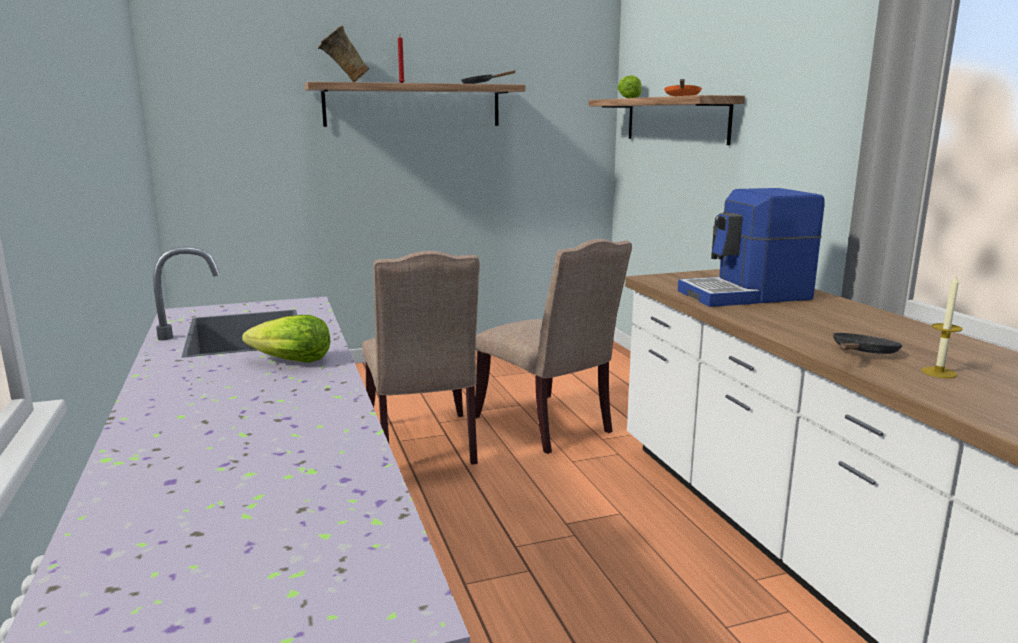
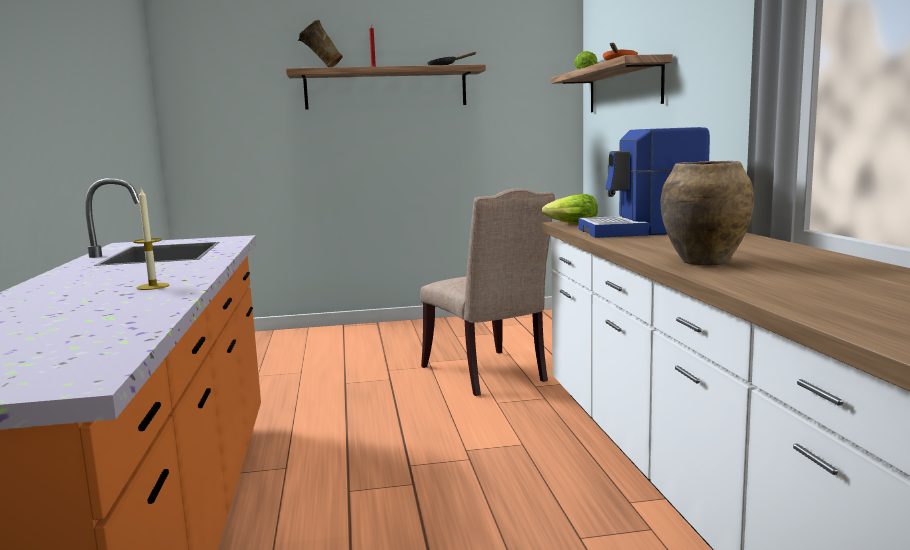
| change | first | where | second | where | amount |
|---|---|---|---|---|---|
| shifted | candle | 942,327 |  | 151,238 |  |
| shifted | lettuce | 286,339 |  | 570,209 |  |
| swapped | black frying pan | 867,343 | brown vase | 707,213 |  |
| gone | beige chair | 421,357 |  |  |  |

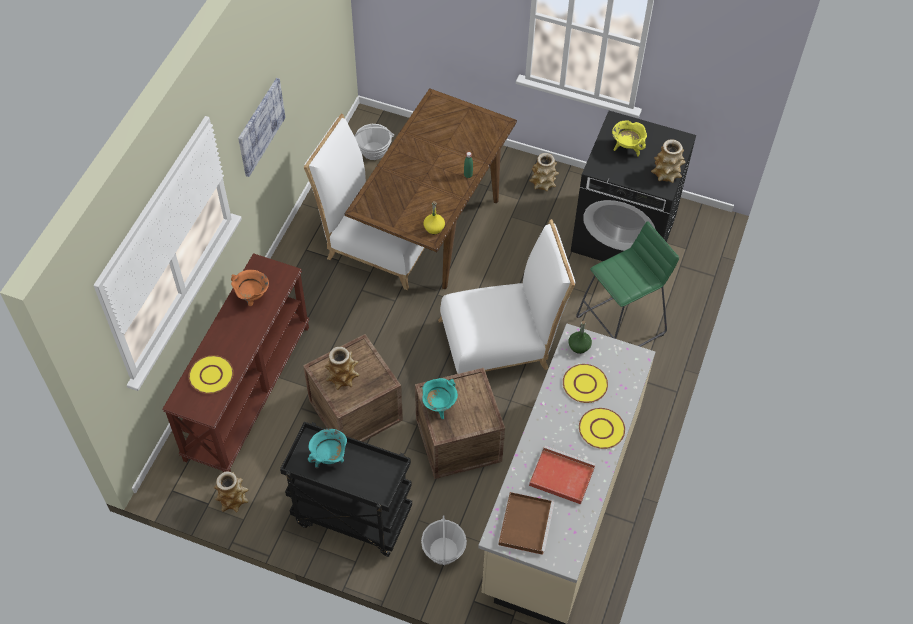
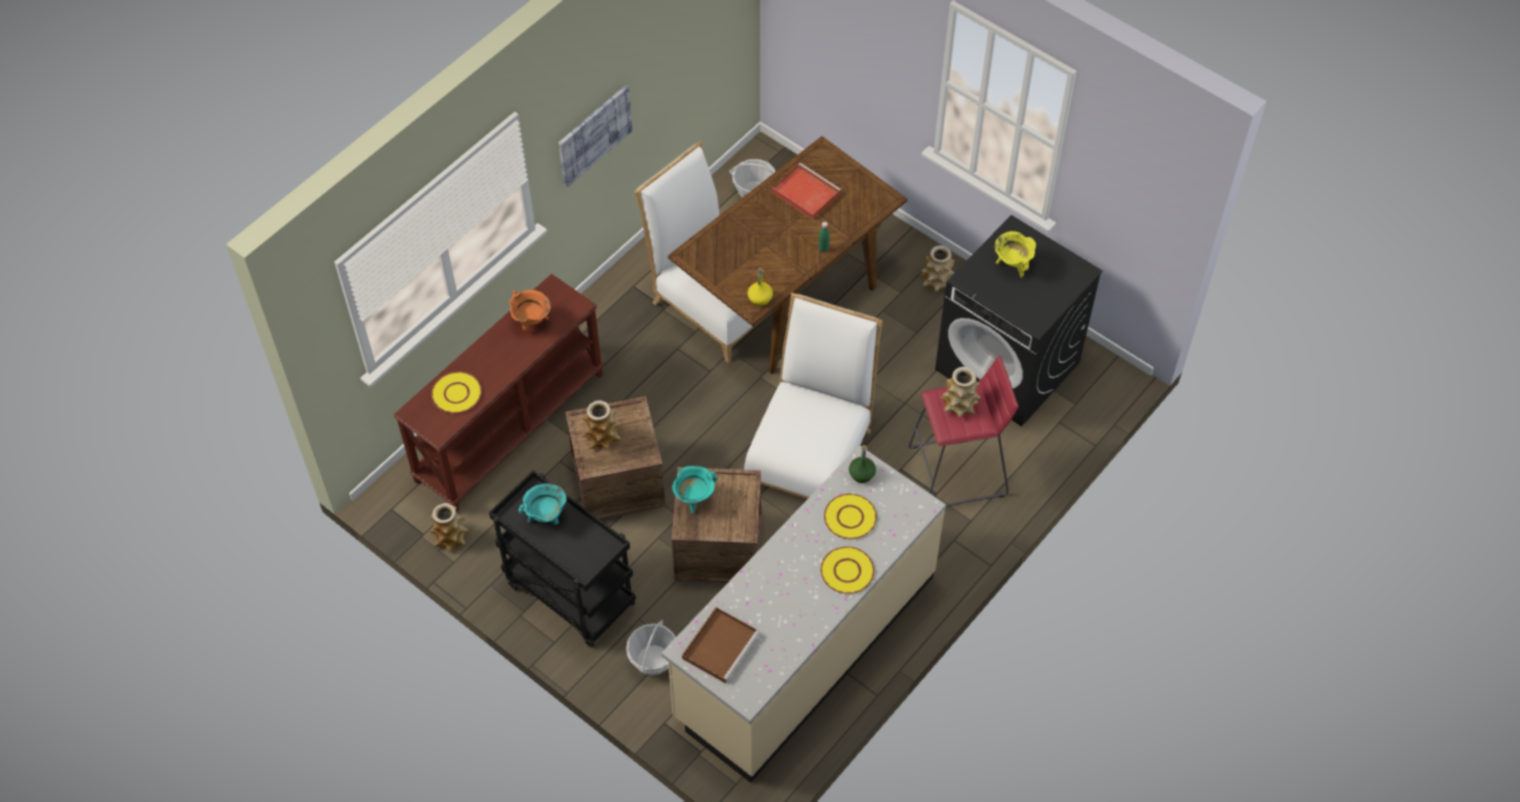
| change | first | where | second | where | amount |
|---|---|---|---|---|---|
| rotated | white chair | 506,296 |  | 813,396 | 75 degrees counterclockwise |
| shifted | red tray | 562,475 |  | 806,191 |  |
| repainted | green stool | 627,284 | red stool | 963,431 |  |
| shifted | vase | 668,161 |  | 961,392 |  |

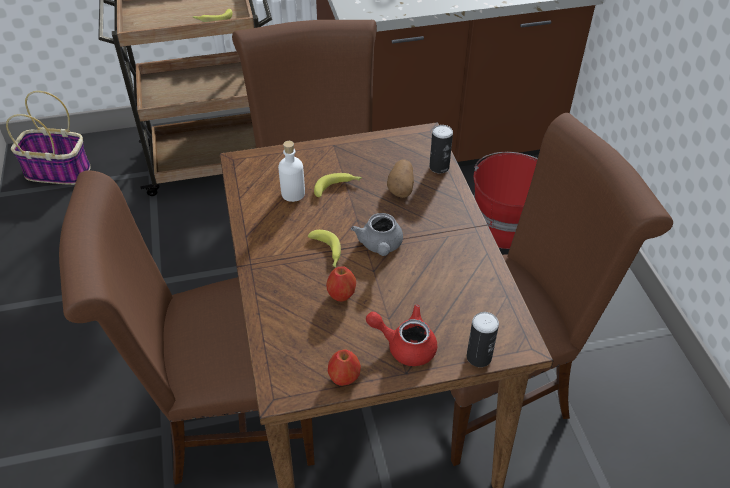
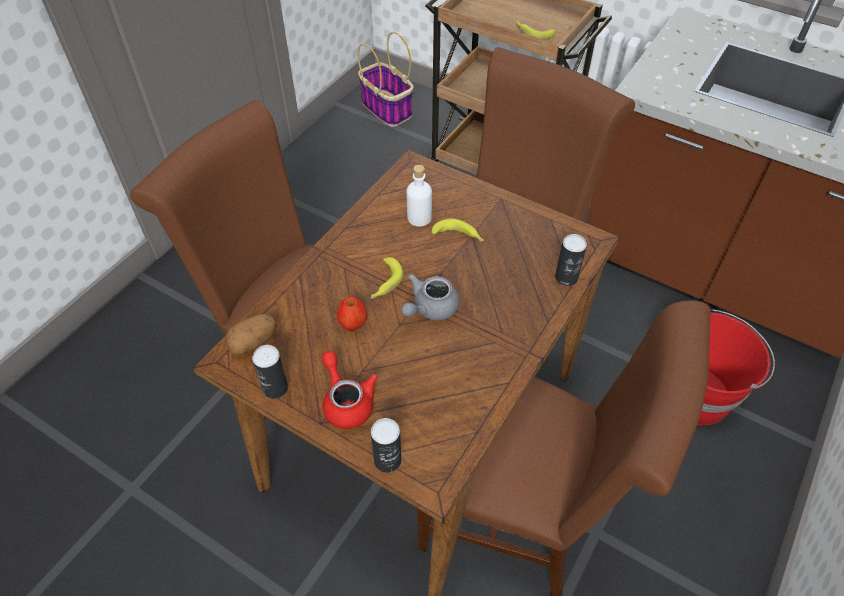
| change | first | where | second | where | amount |
|---|---|---|---|---|---|
| shifted | potato | 400,178 |  | 251,334 |  |
| swapped | apple | 344,367 | can | 270,372 |  |

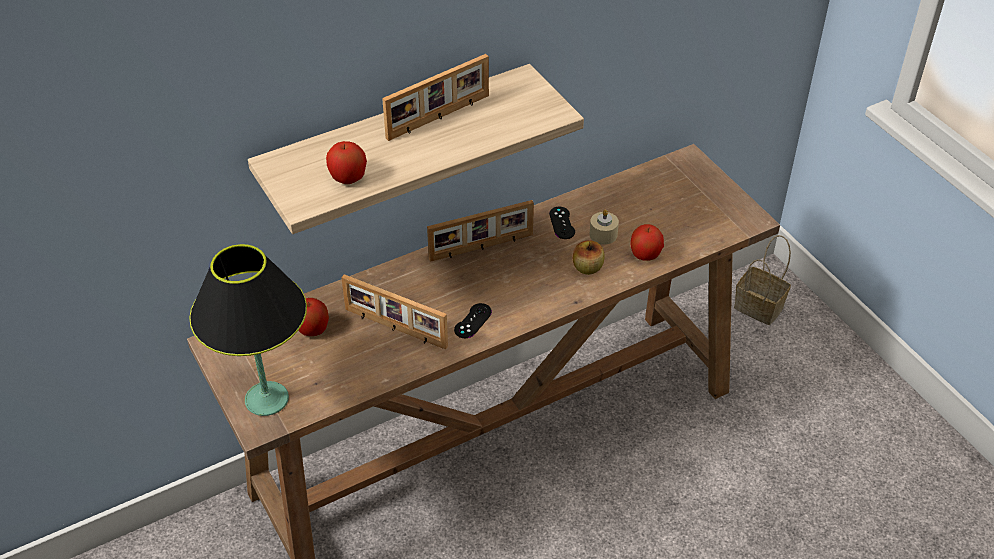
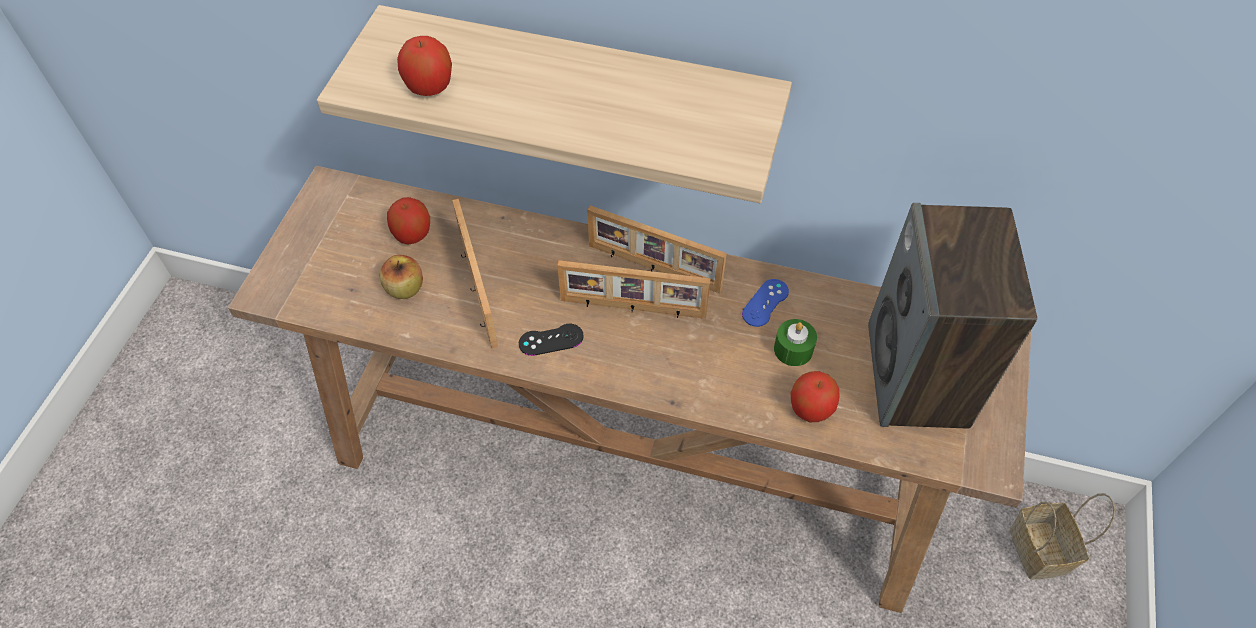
| change | first | where | second | where | amount |
|---|---|---|---|---|---|
| shifted | apple | 589,257 |  | 401,277 |  |
| shifted | picture frame | 435,97 |  | 634,289 |  |
| repainted | black game controller | 562,223 | blue game controller | 765,303 |  |
| repainted | beige candle | 604,227 | green candle | 795,342 |  |
| new |  |  | speaker | 952,315 |  |
| gone | black table lamp | 248,330 |  |  |  |

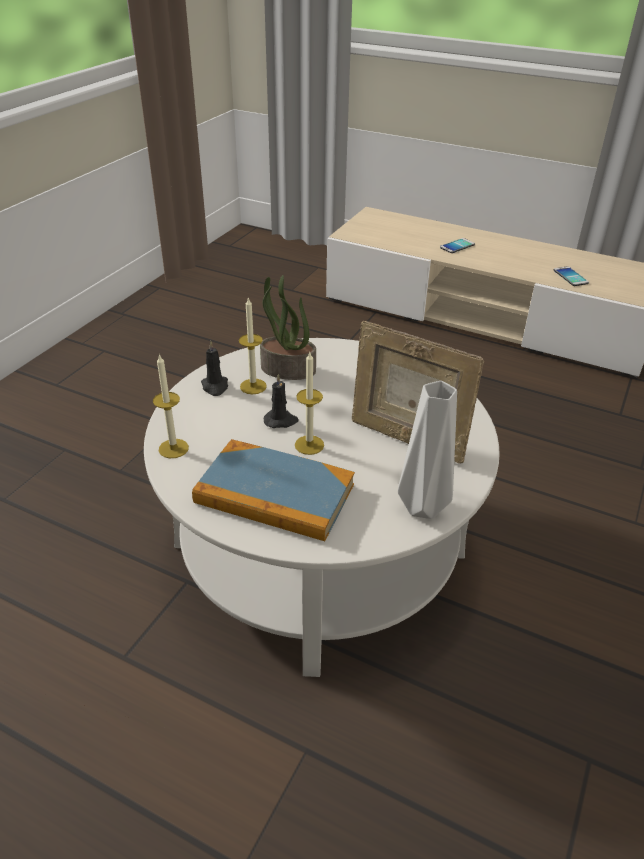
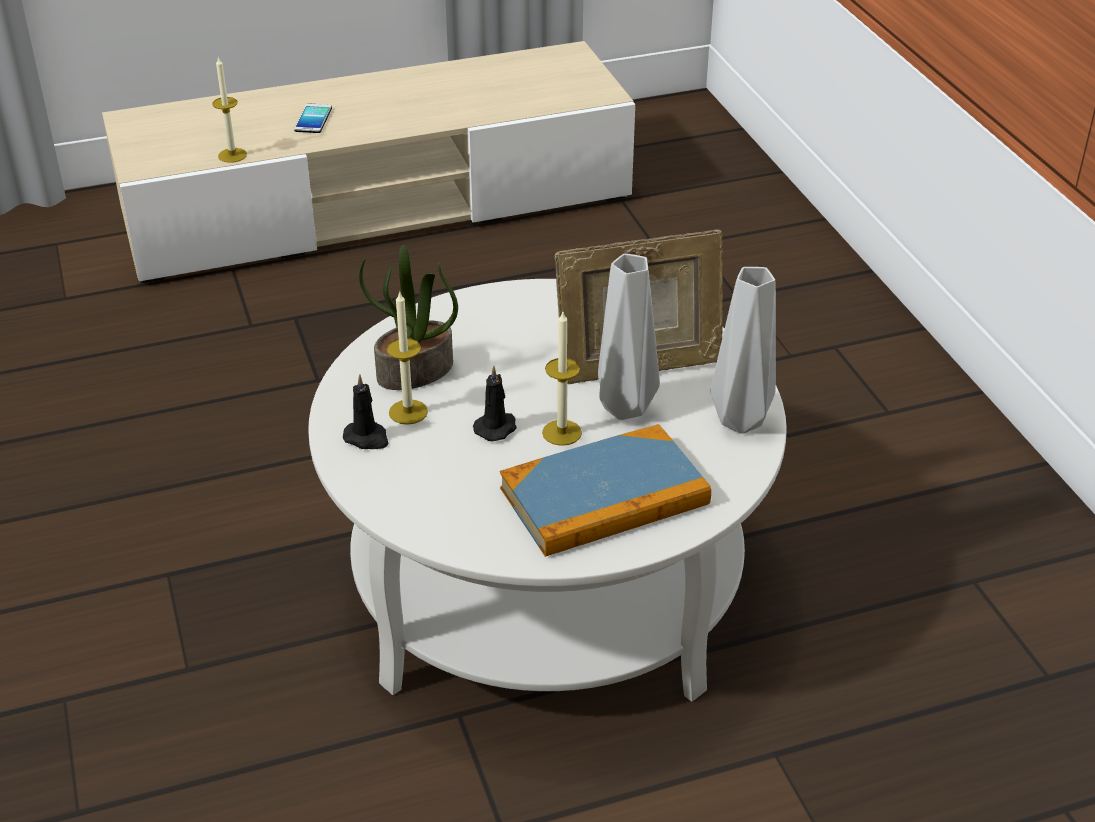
| change | first | where | second | where | amount |
|---|---|---|---|---|---|
| shifted | candle | 171,406 |  | 229,110 |  |
| new |  |  | grey vase | 629,337 |  |
| gone | phone | 571,276 |  |  |  |

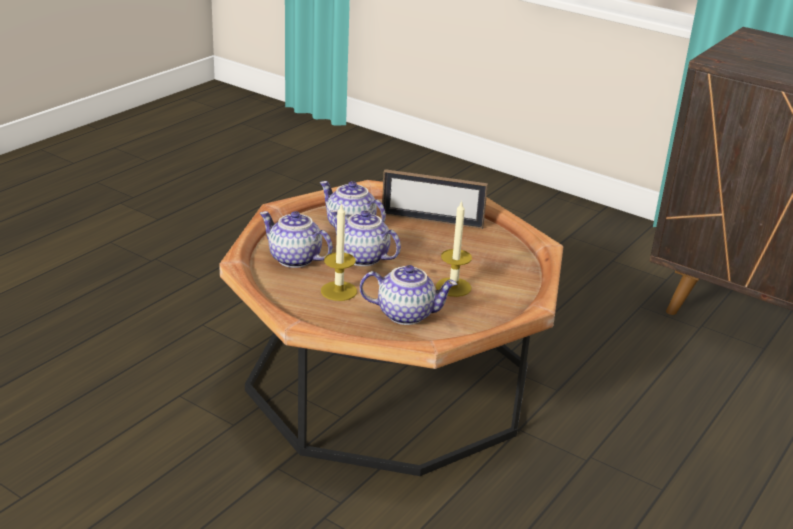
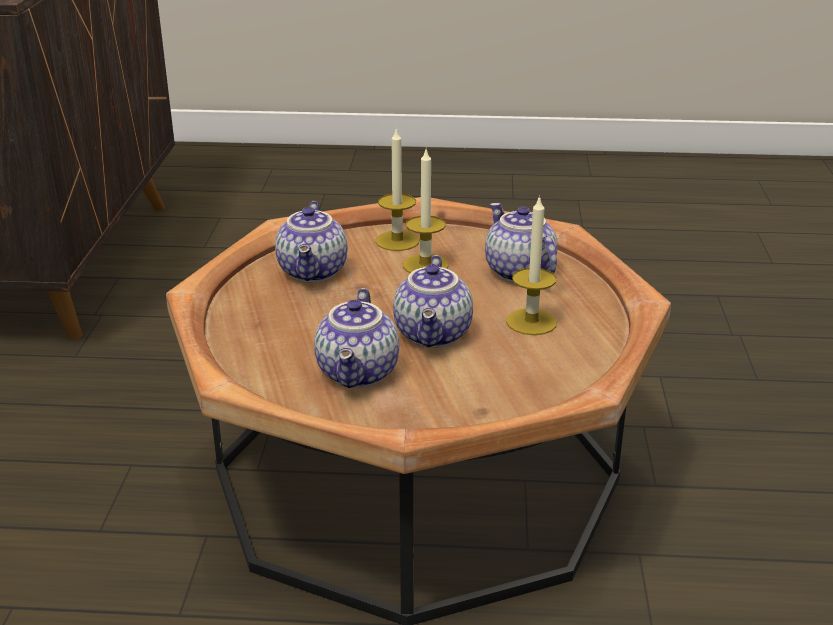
| change | first | where | second | where | amount |
|---|---|---|---|---|---|
| shifted | teapot | 296,239 |  | 311,241 |  |
| new |  |  | candle | 397,189 |  |
| gone | picture frame | 435,199 |  |  |  |

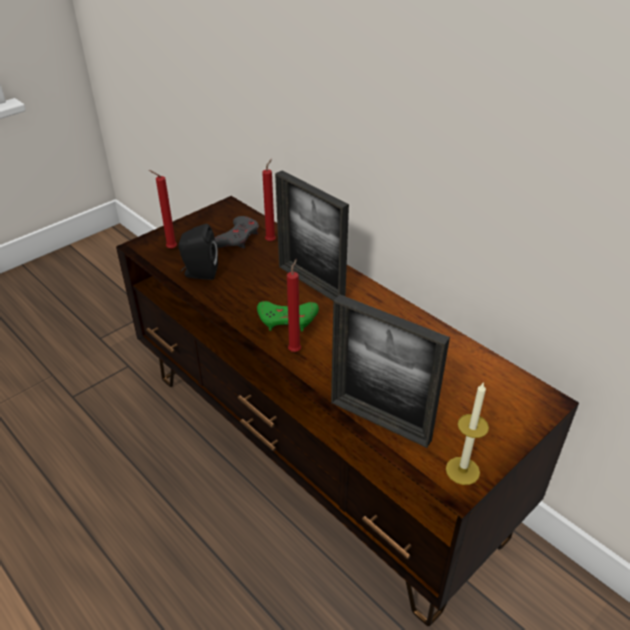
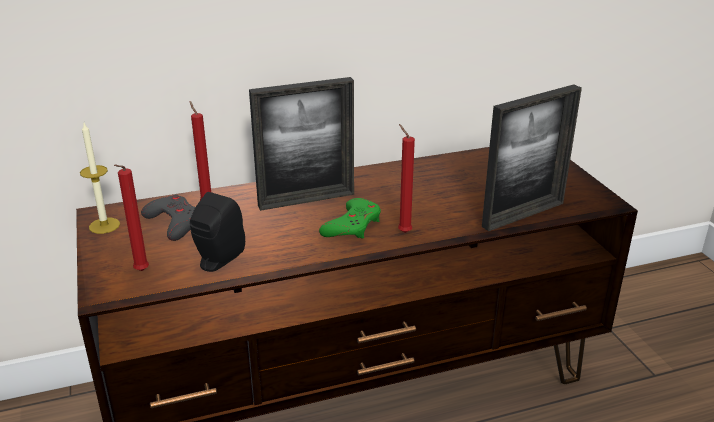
| change | first | where | second | where | amount |
|---|---|---|---|---|---|
| shifted | candle | 467,433 |  | 100,178 |  |

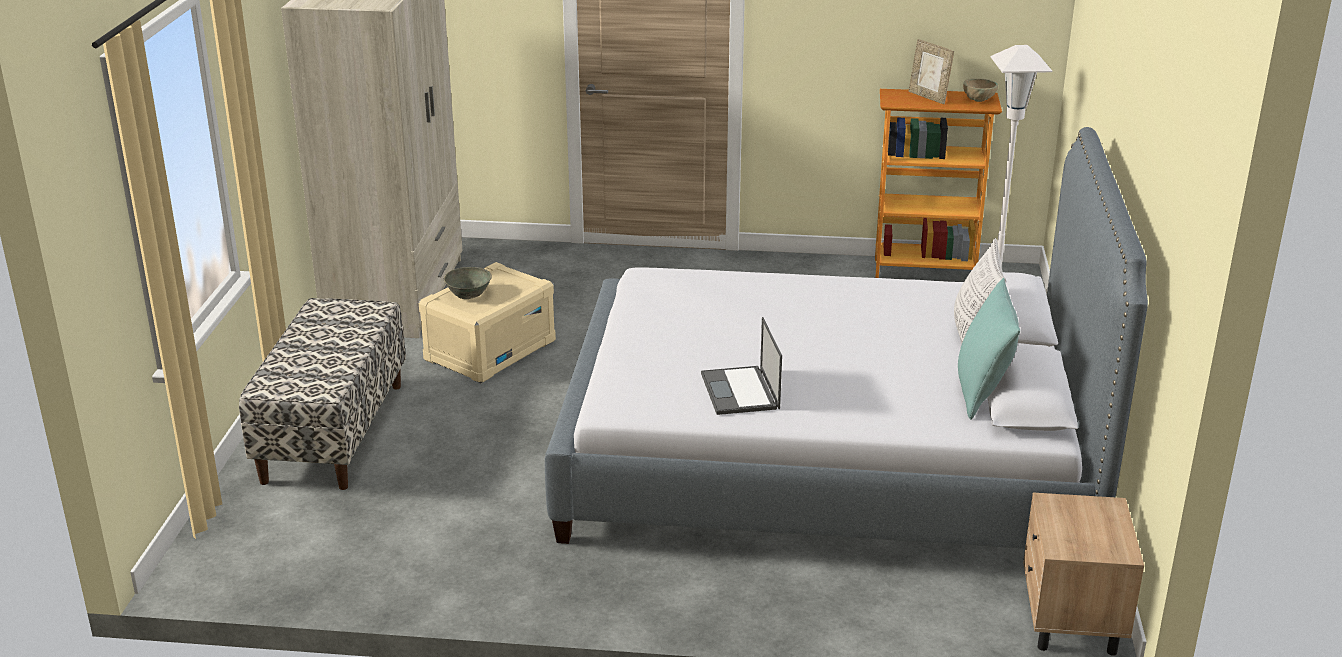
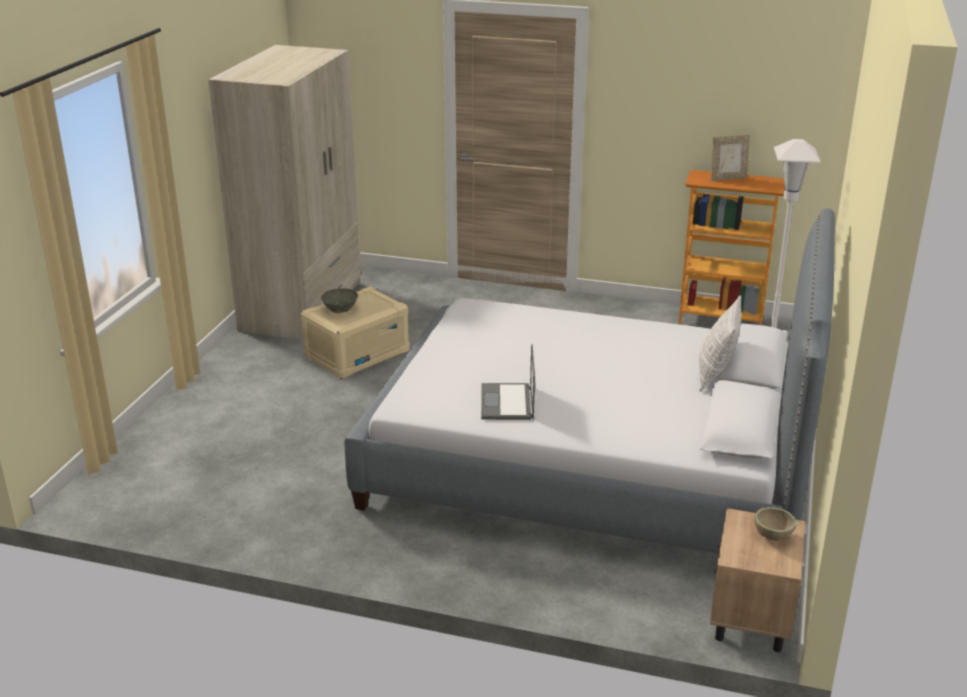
| change | first | where | second | where | amount |
|---|---|---|---|---|---|
| rotated | picture frame | 931,71 |  | 730,158 | 75 degrees counterclockwise |
| shifted | beige bowl | 980,90 |  | 775,524 |  |
| gone | bench | 322,394 |  |  |  |
| gone | turquoise pillow | 989,349 |  |  |  |

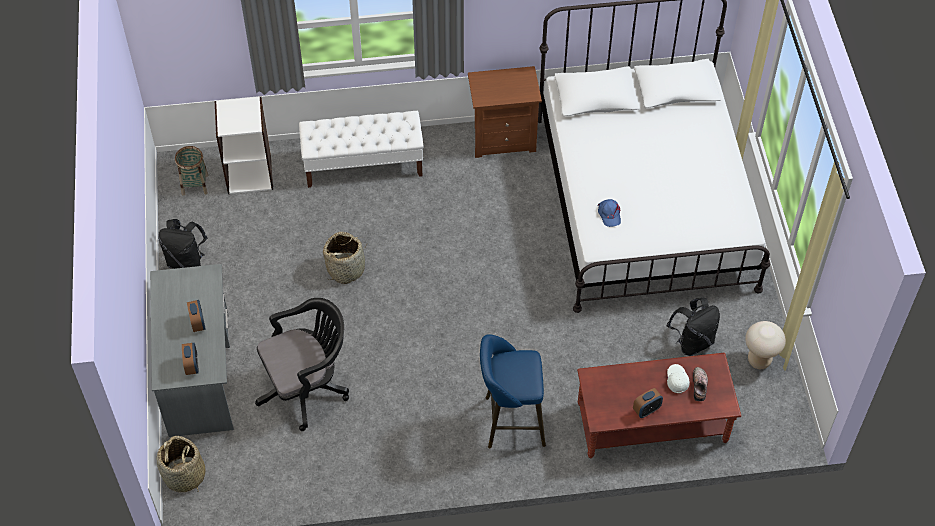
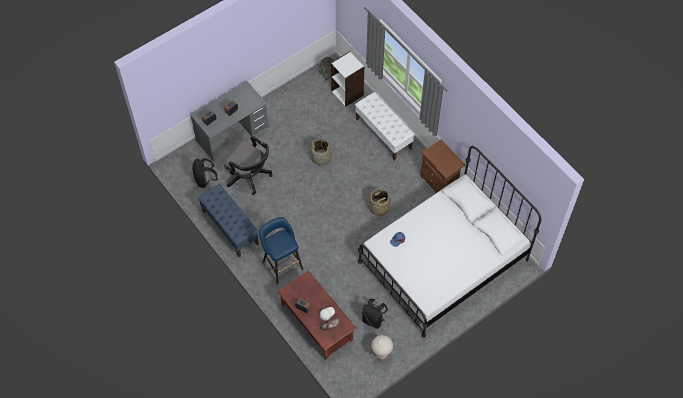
| change | first | where | second | where | amount |
|---|---|---|---|---|---|
| shifted | black backpack | 182,244 |  | 205,173 |  |
| new |  |  | blue bench | 228,220 |  |
| shifted | basket | 181,464 |  | 379,202 |  |

